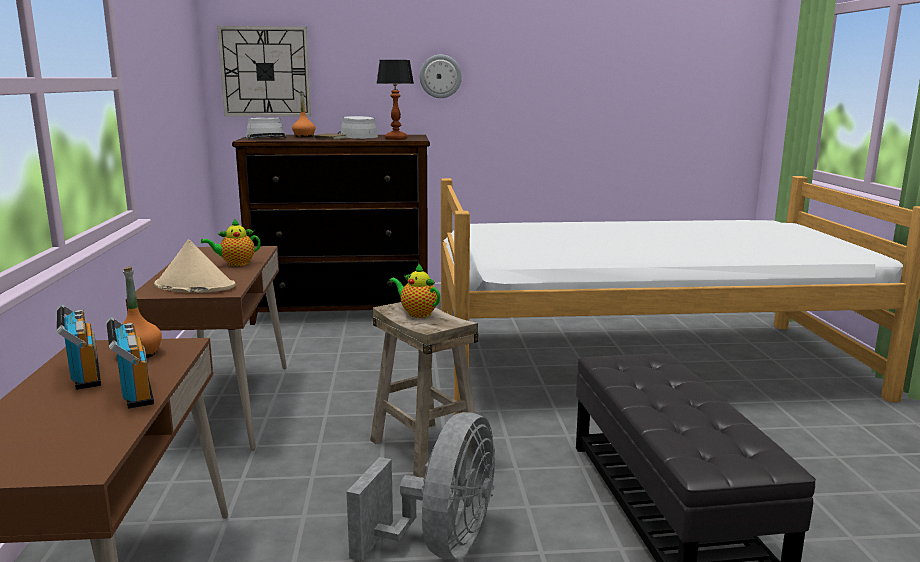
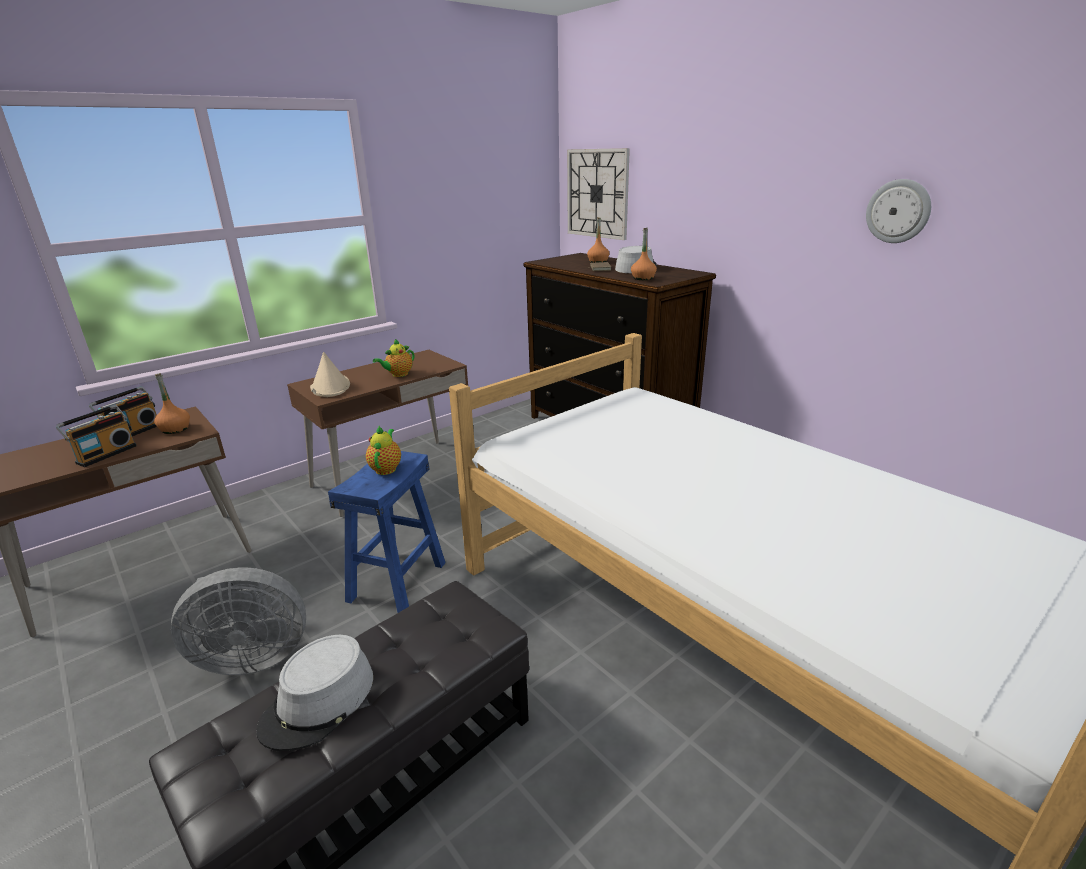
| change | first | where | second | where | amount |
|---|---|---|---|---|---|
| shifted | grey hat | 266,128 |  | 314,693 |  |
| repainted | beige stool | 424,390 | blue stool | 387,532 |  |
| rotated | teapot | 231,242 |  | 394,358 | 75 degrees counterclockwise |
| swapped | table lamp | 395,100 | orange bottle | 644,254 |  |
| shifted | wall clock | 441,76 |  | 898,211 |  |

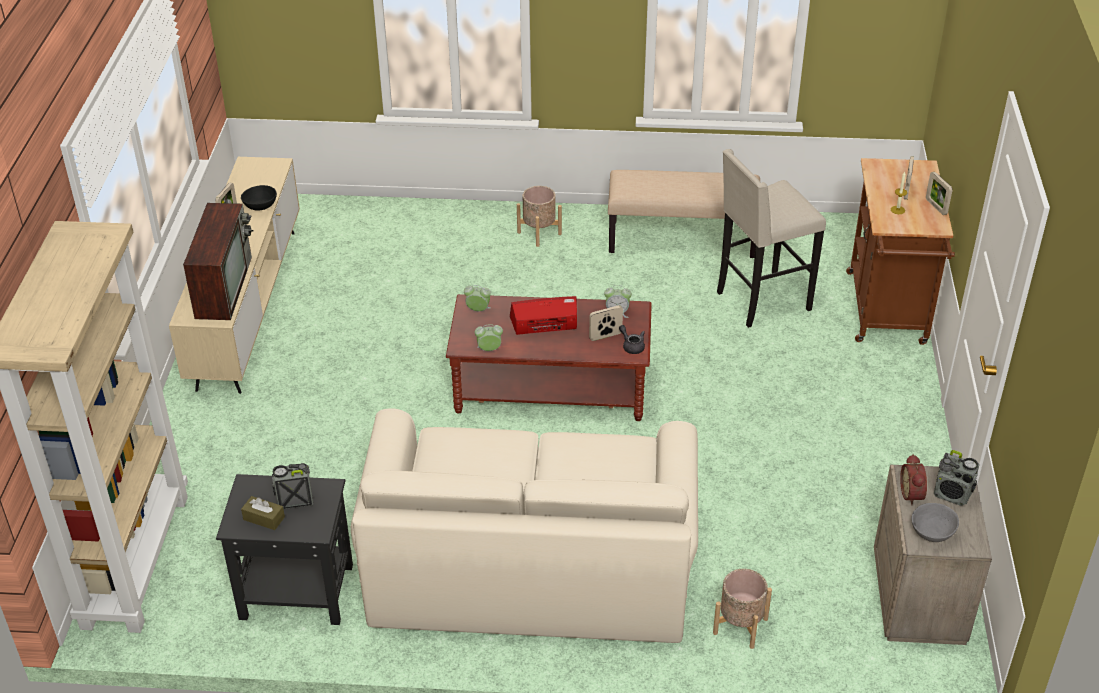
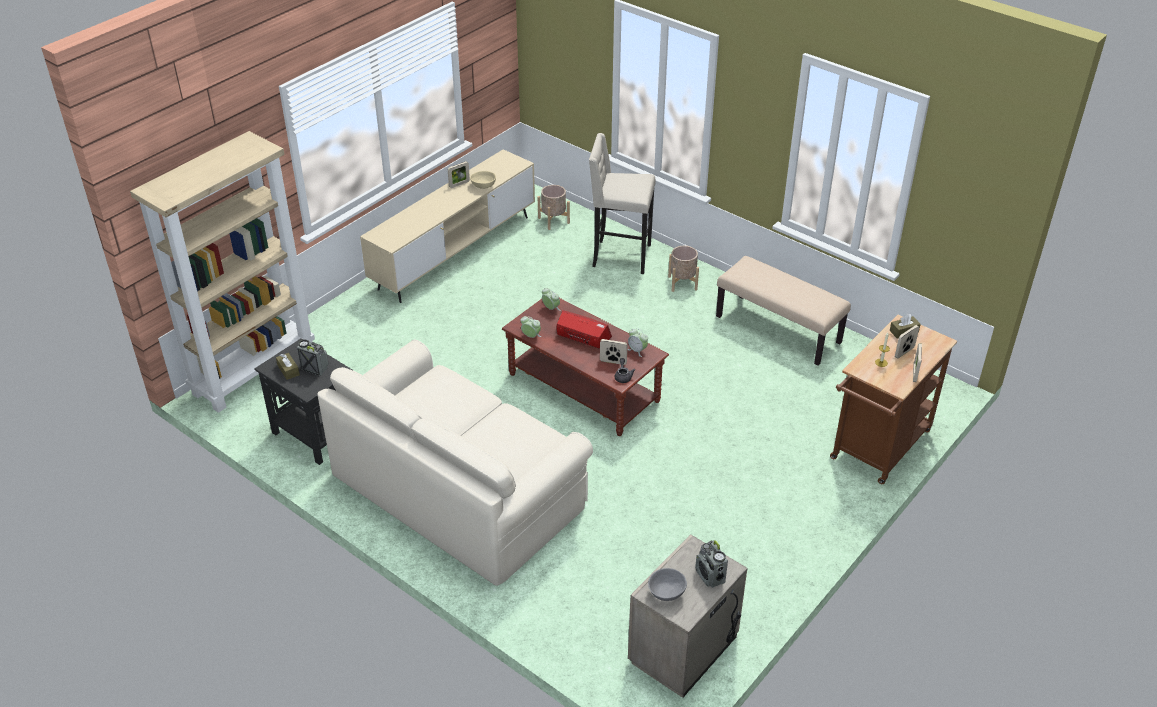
| change | first | where | second | where | amount |
|---|---|---|---|---|---|
| repainted | black bowl | 259,198 | beige bowl | 483,180 |  |
| shifted | beige planter | 742,609 |  | 554,207 |  |
| shifted | beige stool | 771,238 |  | 622,203 |  |
| new |  |  | brown tissue box | 905,326 |  |
| gone | television | 218,261 |  |  |  |
| gone | alarm clock | 913,479 |  |  |  |

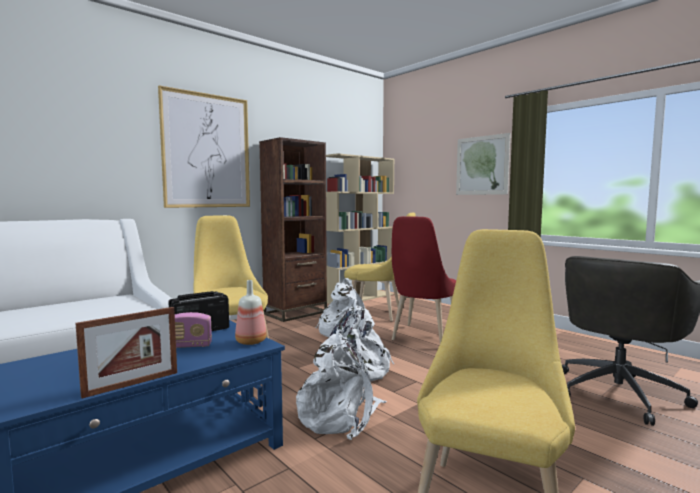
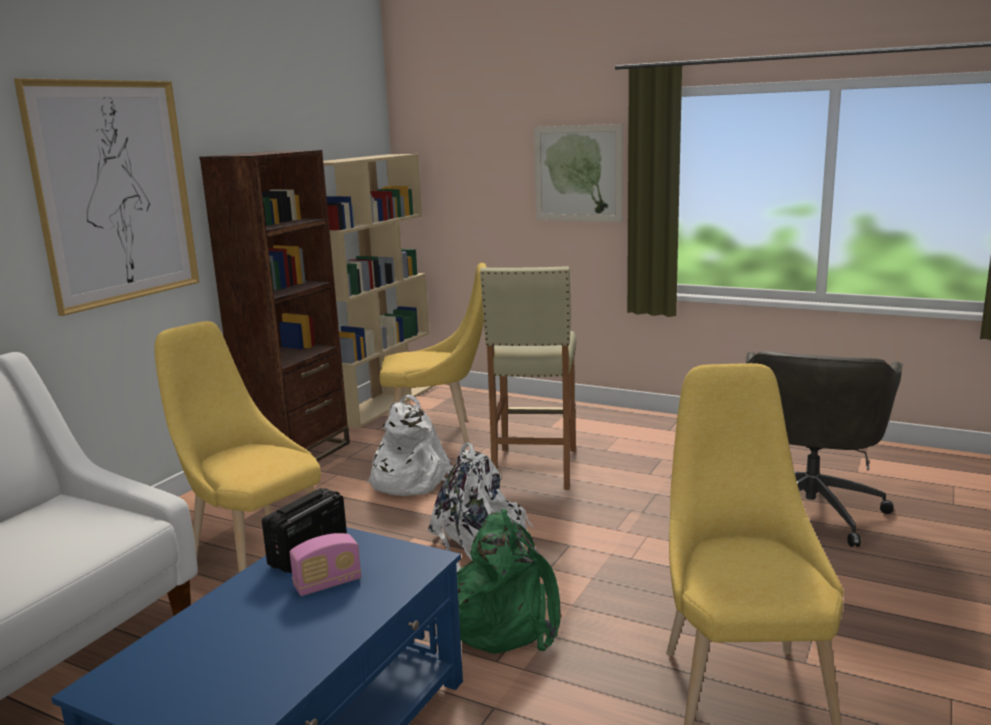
| change | first | where | second | where | amount |
|---|---|---|---|---|---|
| repainted | white backpack | 341,385 | green backpack | 509,581 |  |
| swapped | red chair | 424,279 | beige stool | 528,378 |  |
| gone | picture frame | 126,353 |  |  |  |
| gone | bottle | 250,312 |  |  |  |

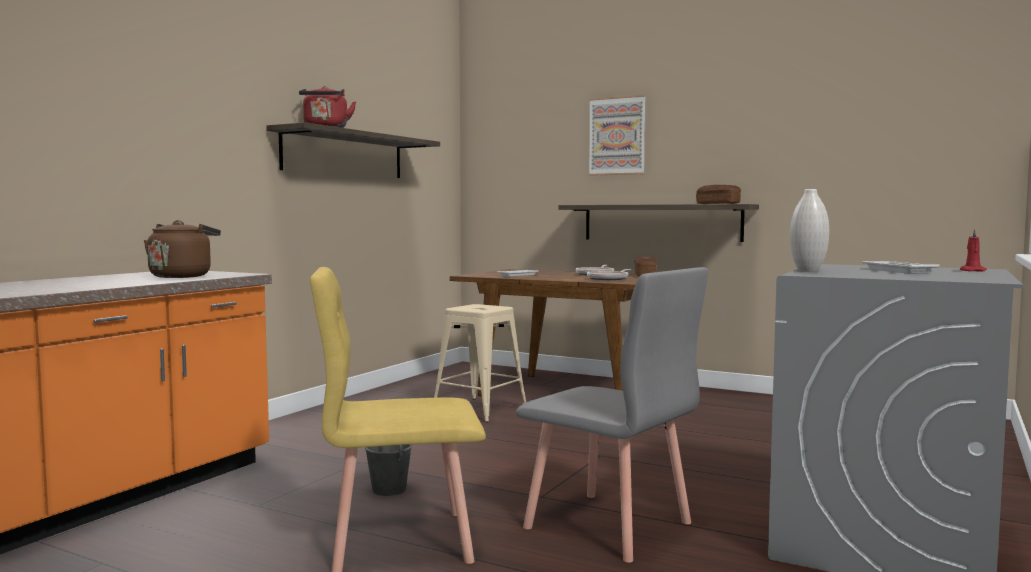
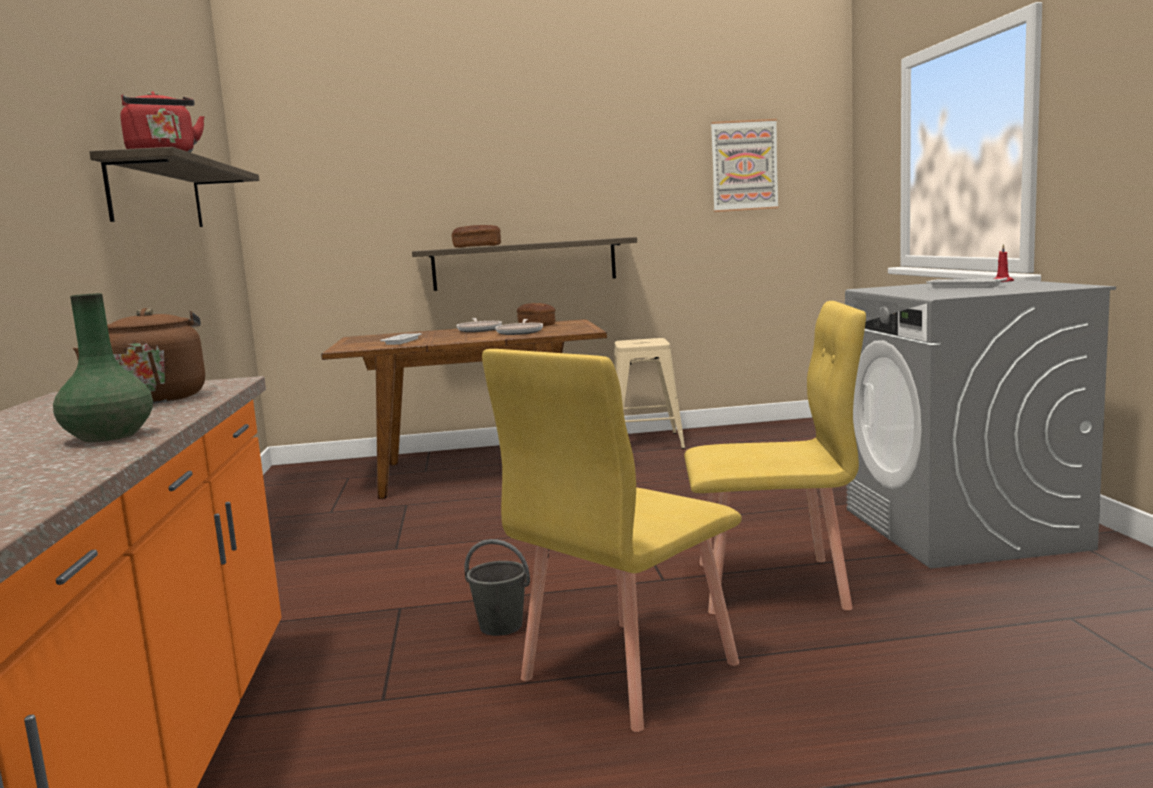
| change | first | where | second | where | amount |
|---|---|---|---|---|---|
| new |  |  | green vase | 103,367 |  |
| shifted | bread | 718,194 |  | 476,236 |  |
| shifted | beige stool | 480,363 |  | 649,393 |  |
| repainted | grey chair | 611,415 | yellow chair | 775,457 |  |
| shifted | picture | 617,135 |  | 745,165 |  |
| gone | white vase | 809,230 |  |  |  |

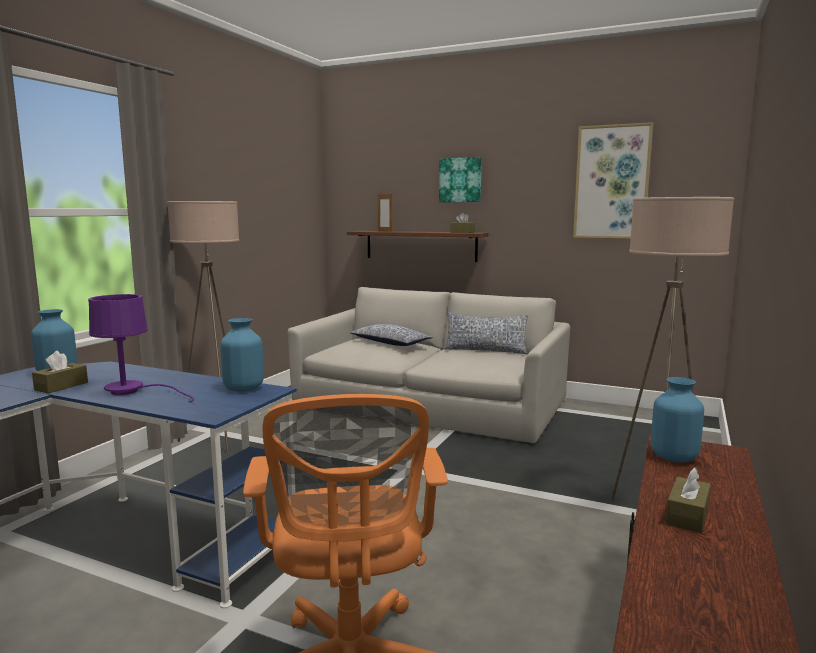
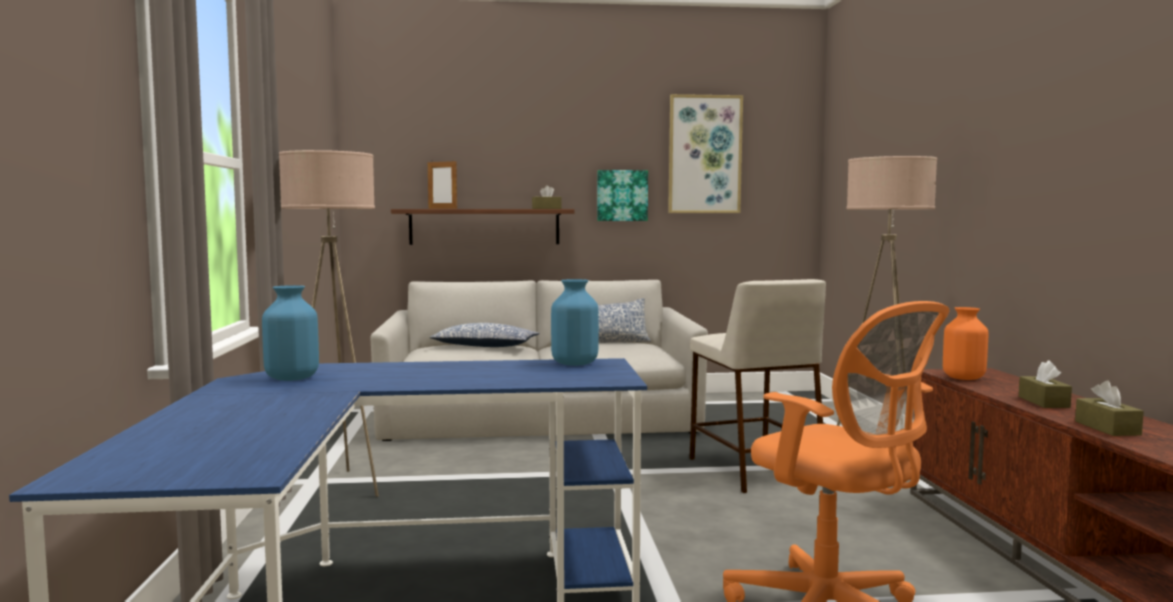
| change | first | where | second | where | amount |
|---|---|---|---|---|---|
| shifted | picture | 460,179 |  | 622,195 |  |
| new |  |  | beige stool | 757,386 |  |
| repainted | blue vase | 677,420 | orange vase | 965,343 |  |
| shifted | brown tissue box | 60,372 |  | 1109,408 |  |
| gone | purple table lamp | 141,348 |  |  |  |

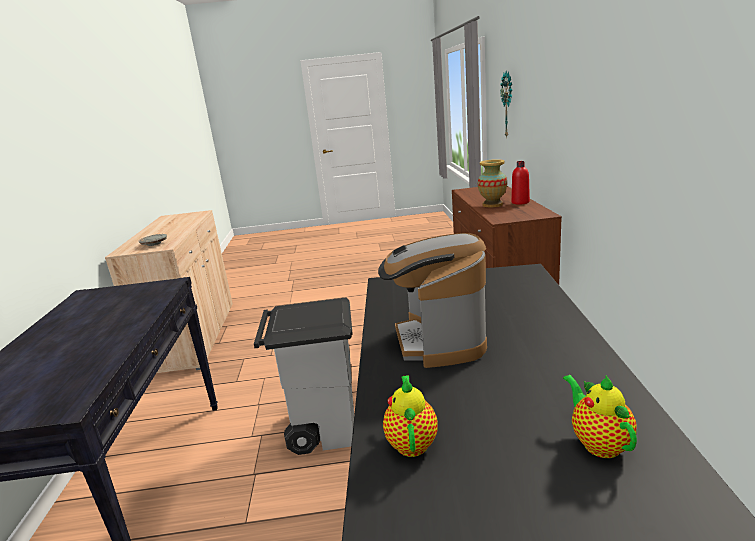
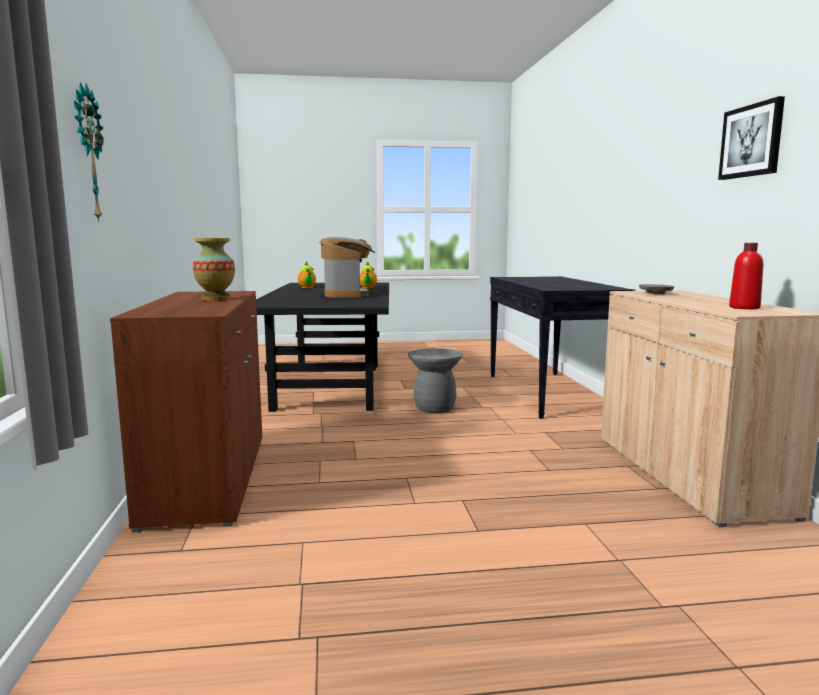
| change | first | where | second | where | amount |
|---|---|---|---|---|---|
| swapped | grey trash can | 304,376 | grey stool | 435,380 |  |
| new |  |  | picture | 751,138 |  |
| shifted | red bottle | 520,183 |  | 746,276 |  |

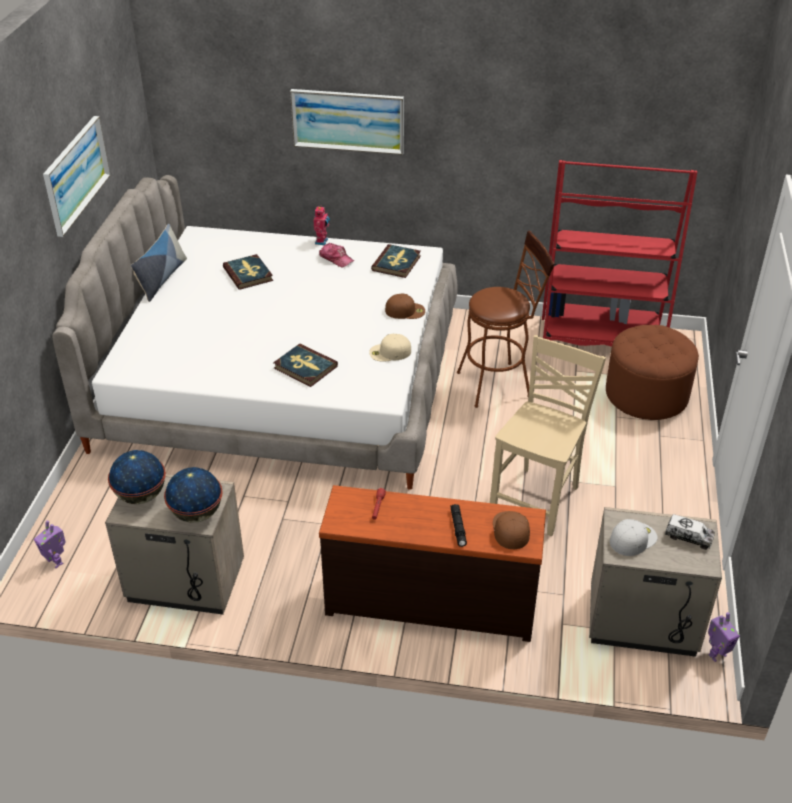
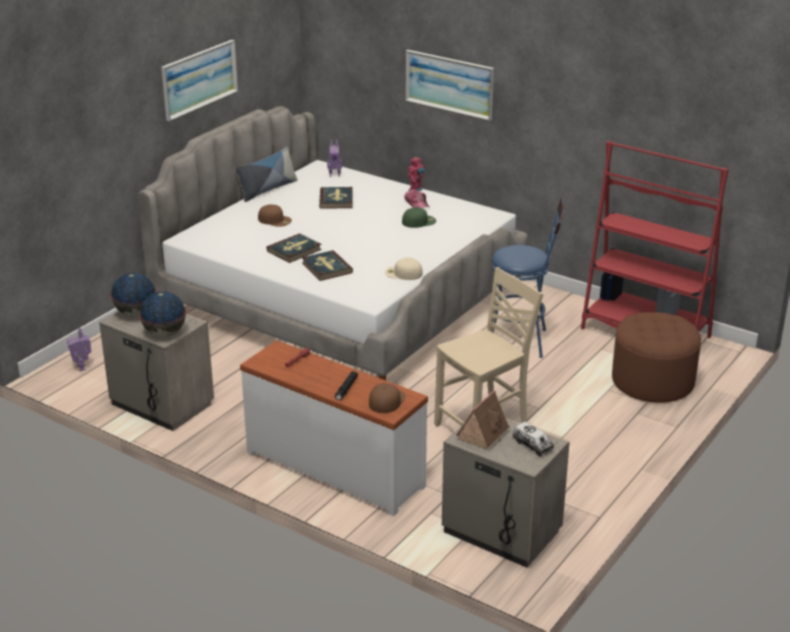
| change | first | where | second | where | amount |
|---|---|---|---|---|---|
| repainted | brown dresser | 432,563 | white dresser | 334,428 |  |
| shifted | brown cap | 405,306 |  | 275,216 |  |
| shifted | book | 396,261 |  | 294,248 |  |
| shifted | toy robot | 724,637 |  | 334,158 |  |
| new |  |  | green cap | 419,217 |  |
| swapped | white cap | 634,537 | toy house | 483,419 |  |
| repainted | brown stool | 506,319 | blue stool | 528,277 |  |

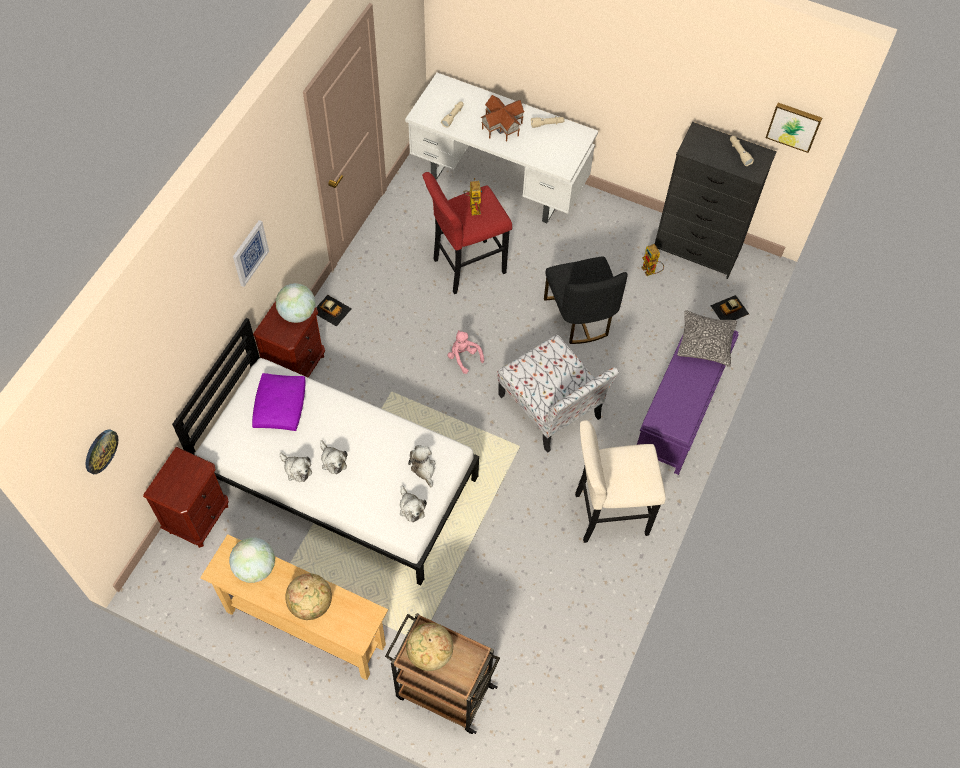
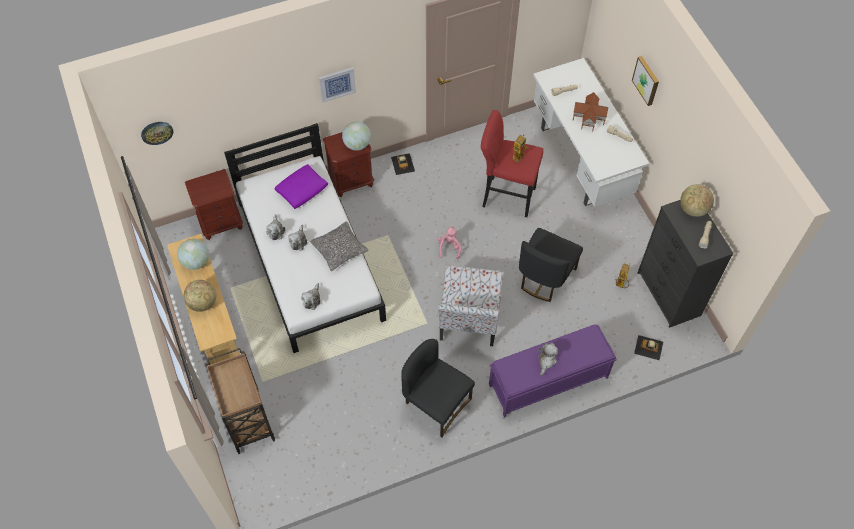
| change | first | where | second | where | amount |
|---|---|---|---|---|---|
| shifted | pillow | 707,338 |  | 339,246 |  |
| swapped | beige stool | 620,481 | black chair | 438,388 |  |
| shifted | plush toy | 421,466 |  | 548,359 |  |
| shifted | picture | 794,128 |  | 645,81 |  |
| shifted | globe | 429,647 |  | 697,200 |  |

